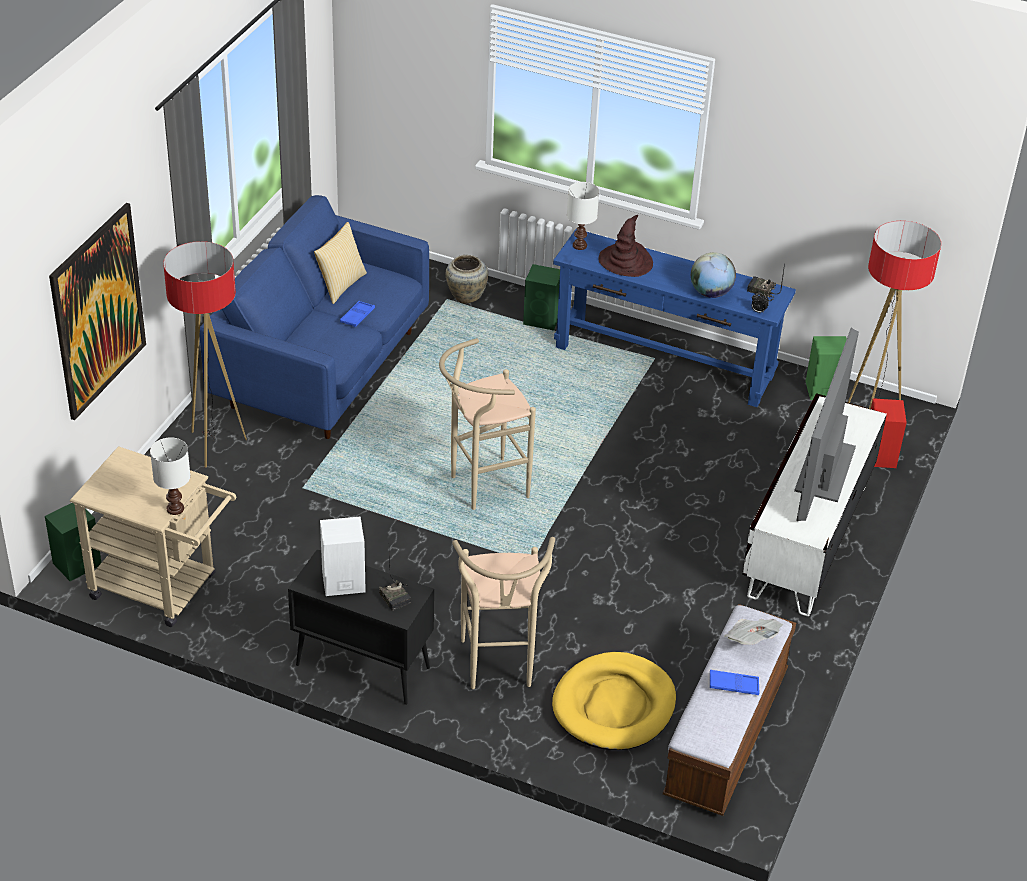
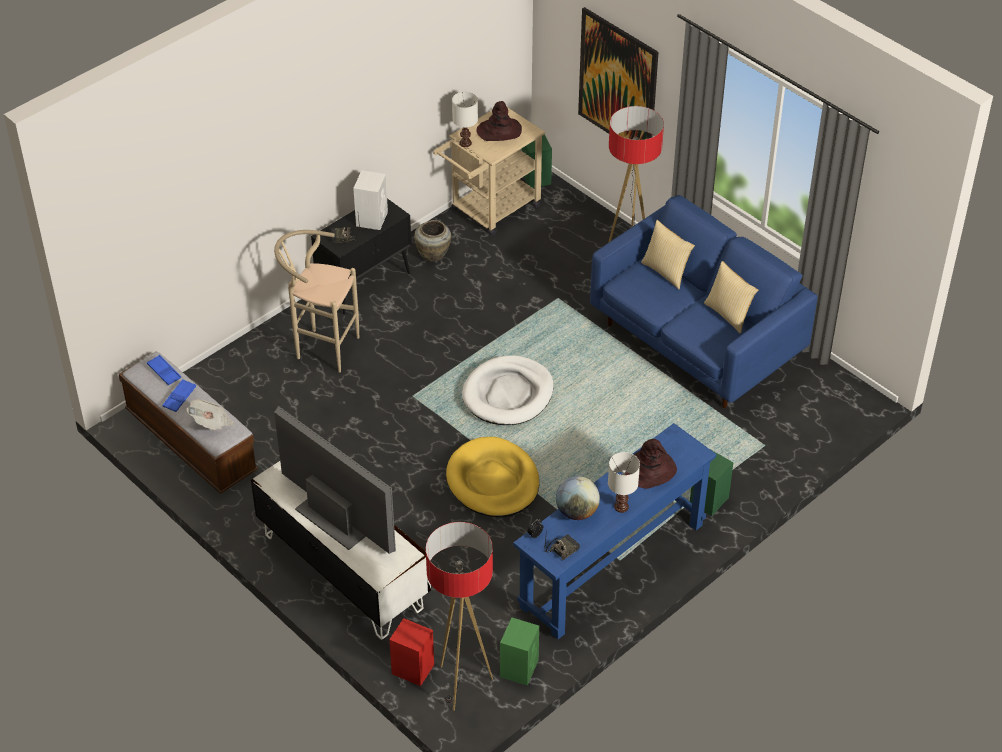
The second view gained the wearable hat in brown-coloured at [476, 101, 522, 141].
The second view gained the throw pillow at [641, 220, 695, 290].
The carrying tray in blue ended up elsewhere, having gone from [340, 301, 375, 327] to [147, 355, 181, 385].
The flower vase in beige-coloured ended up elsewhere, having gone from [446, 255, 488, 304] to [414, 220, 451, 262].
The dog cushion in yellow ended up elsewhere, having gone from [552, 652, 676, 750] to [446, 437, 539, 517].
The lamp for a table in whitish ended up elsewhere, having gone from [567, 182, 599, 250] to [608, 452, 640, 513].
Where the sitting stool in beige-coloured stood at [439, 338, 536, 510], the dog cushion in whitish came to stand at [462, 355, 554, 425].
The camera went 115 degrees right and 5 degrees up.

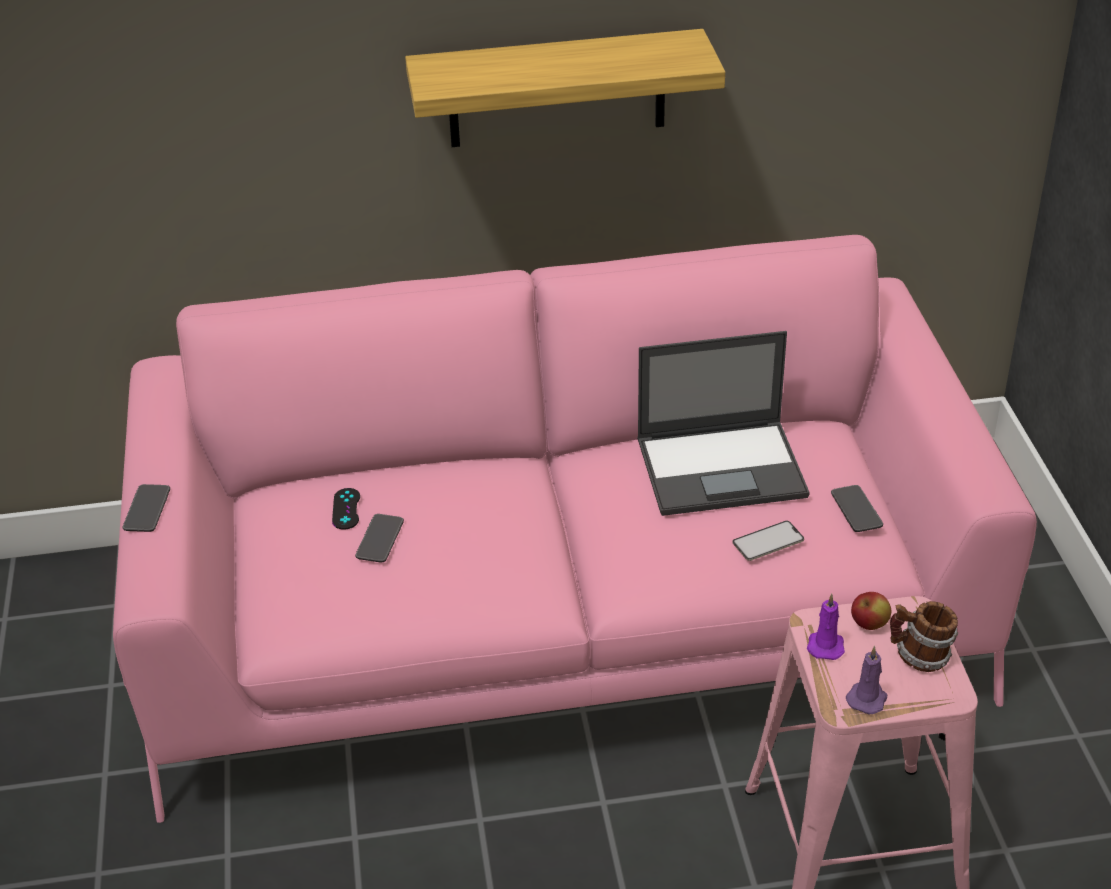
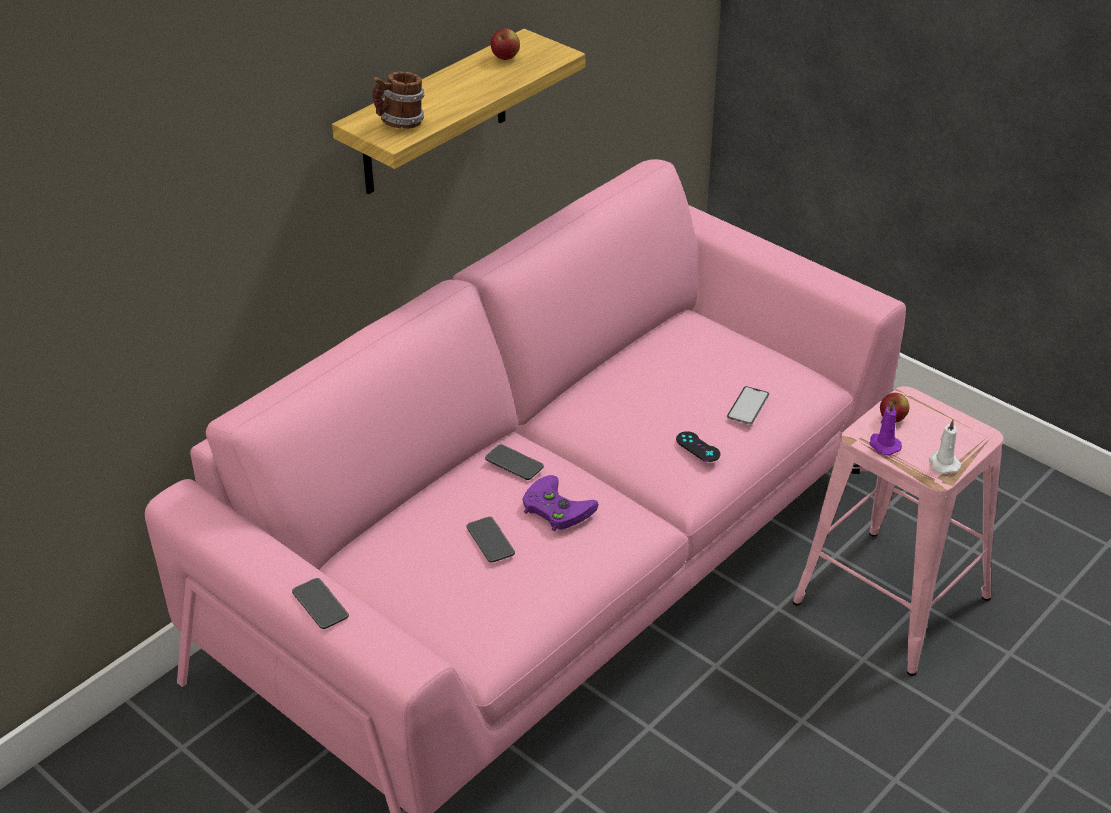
The second view lost the portable computer at [637, 331, 810, 516].
The second view gained the whole apple at [491, 29, 520, 60].
The second view gained the gamepad in purplish at [522, 475, 599, 531].
The gamepad in black-coloured ended up elsewhere, having gone from [332, 488, 360, 530] to [676, 431, 720, 462].
The phone ended up elsewhere, having gone from [831, 485, 883, 532] to [485, 444, 544, 480].
The coffee mug ended up elsewhere, having gone from [890, 601, 958, 672] to [372, 71, 424, 129].
What was the wax candle in purplish at [846, 646, 887, 714] turned into the wax candle in whitish at [929, 419, 961, 474].
The camera went 40 degrees left and 0 degrees up.

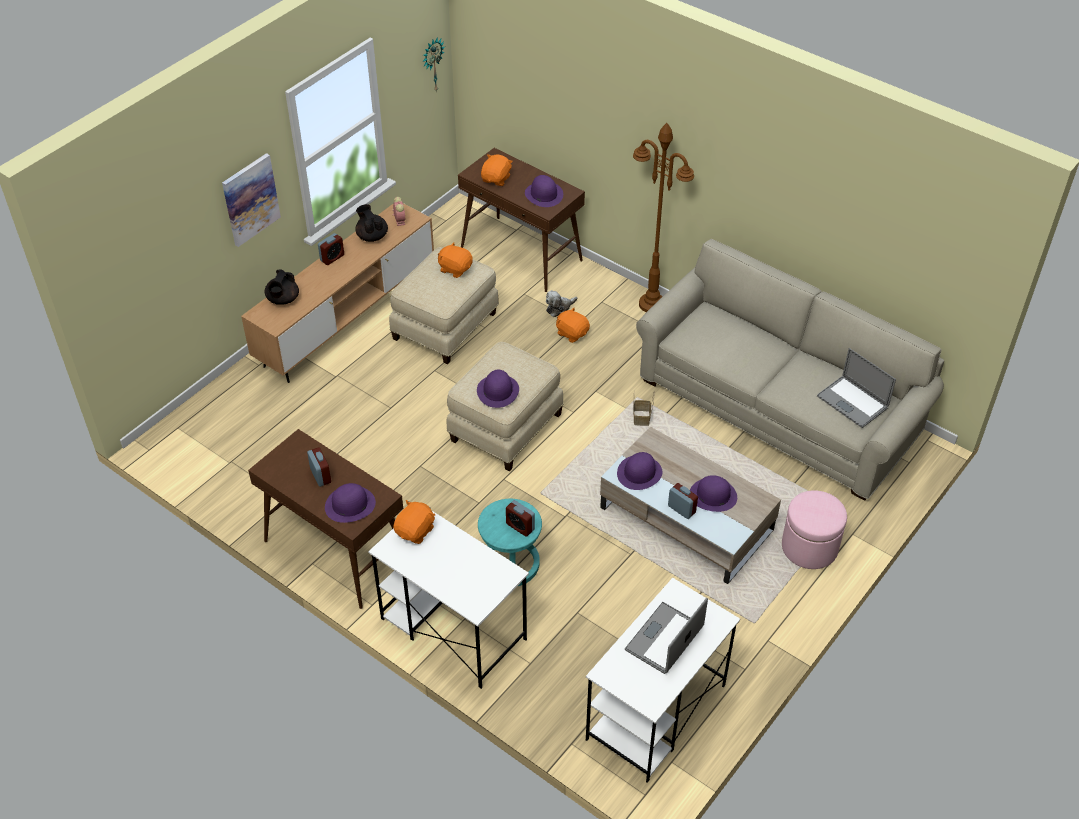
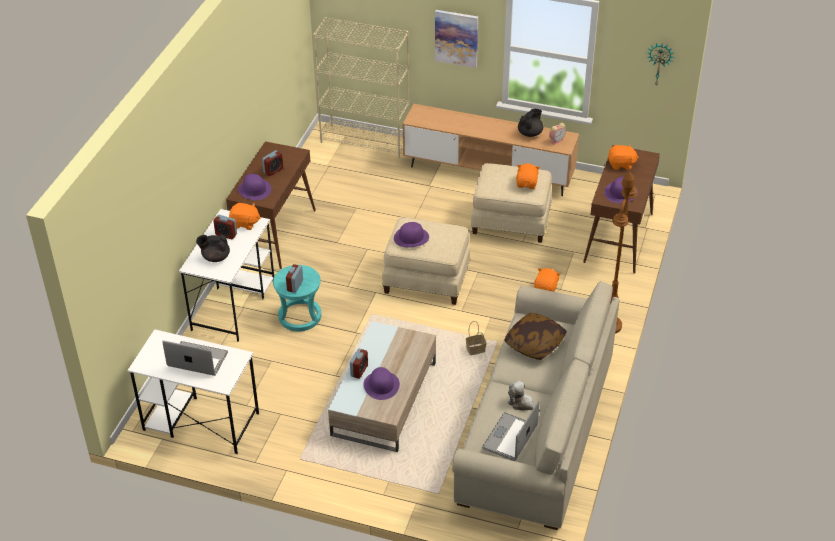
The second view lost the wearable hat in purplish at [617, 452, 663, 490].
The second view lost the footrest in pinkish at [782, 490, 847, 569].
The second view gained the bookshelf in beige-coloured at [313, 17, 409, 158].
The second view gained the throw pillow at [504, 313, 567, 360].
The pot for tea in black-coloured ended up elsewhere, having gone from [265, 270, 299, 305] to [196, 234, 230, 262].
The table clock ended up elsewhere, having gone from [318, 233, 344, 265] to [213, 215, 237, 239].
The cuddly toy ended up elsewhere, having gone from [546, 290, 578, 317] to [508, 381, 541, 412].
The camera went 70 degrees right and 5 degrees down.

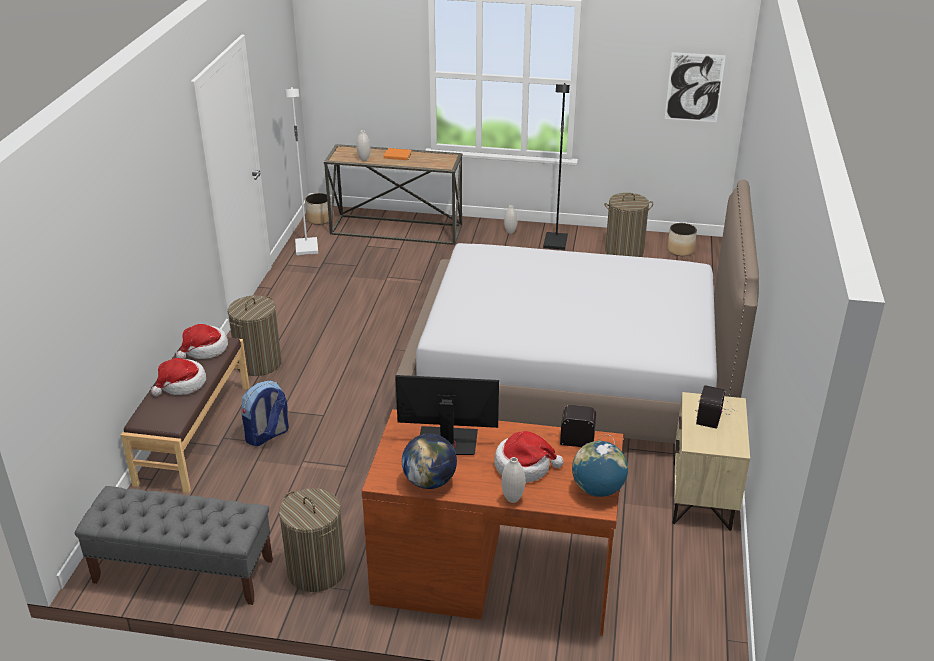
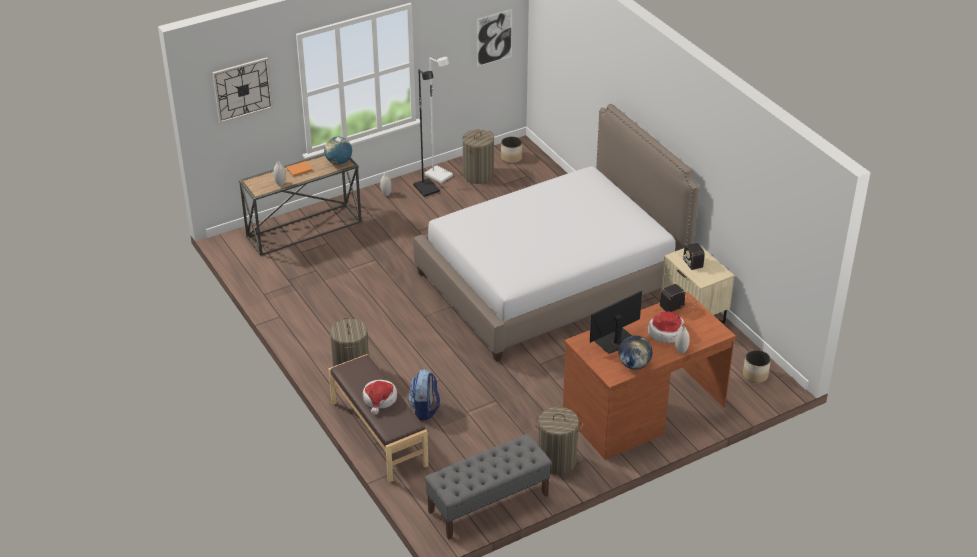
The second view lost the wearable hat at [176, 324, 228, 359].
The second view gained the hanging clock at [212, 57, 273, 124].
The standard lamp in whitish ended up elsewhere, having gone from [285, 87, 318, 256] to [424, 57, 453, 183].
The flower pot ended up elsewhere, having gone from [305, 193, 331, 225] to [743, 350, 771, 383].
The globe ended up elsewhere, having gone from [572, 441, 628, 497] to [324, 137, 352, 165].
The camera went 40 degrees left and 5 degrees up.

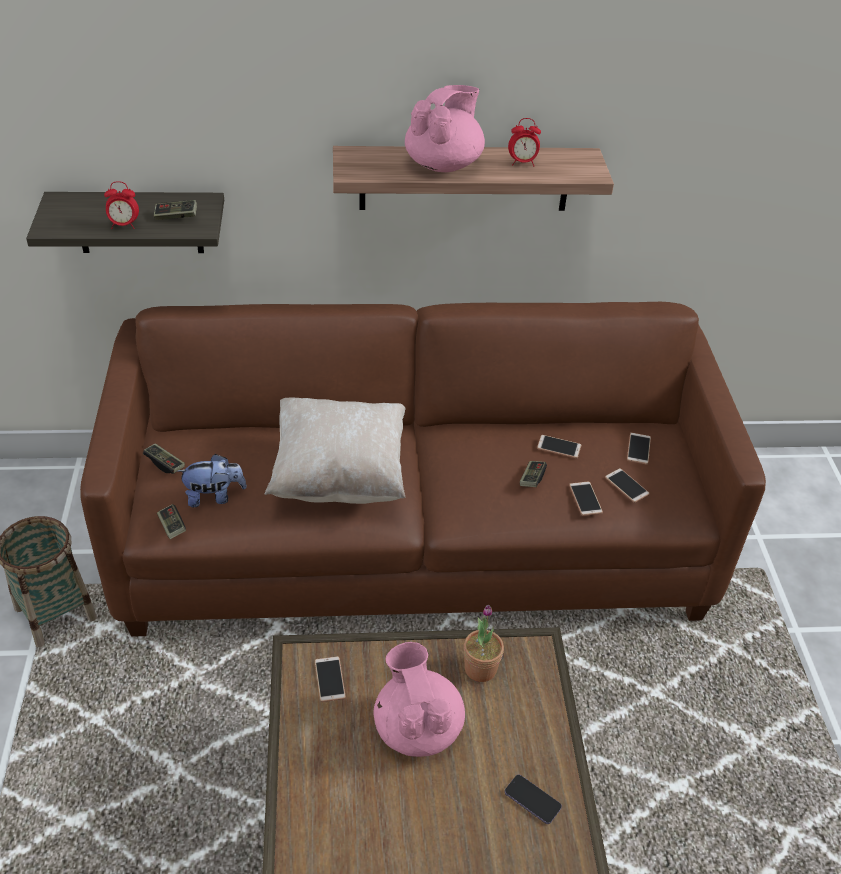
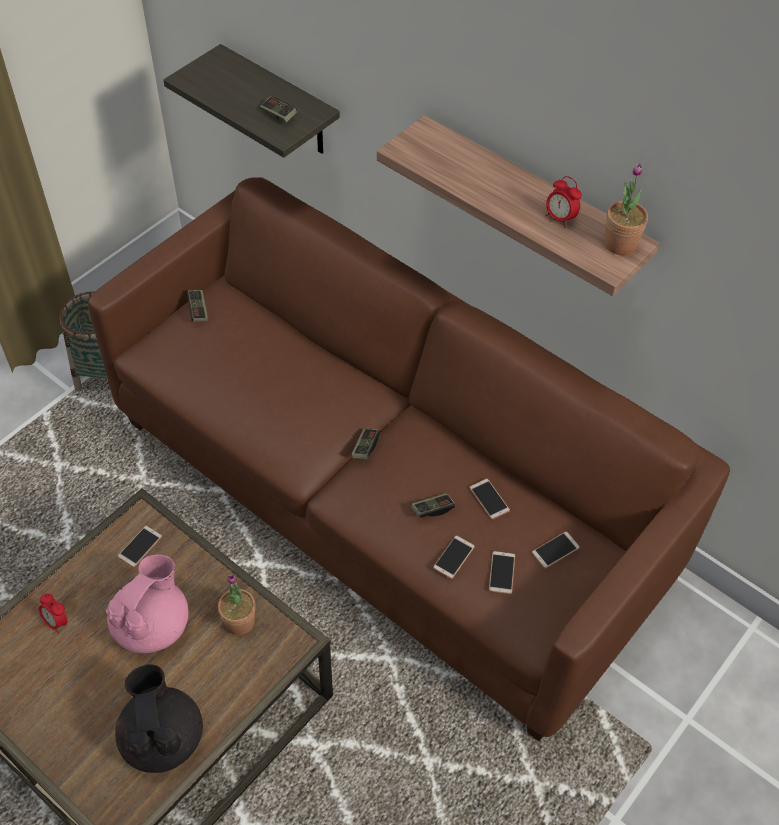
The second view lost the cuddly toy at [177, 454, 247, 507].
The second view lost the throw pillow in beige-coloured at [264, 397, 406, 504].
The second view lost the pot for tea in pinkish at [405, 85, 485, 172].
The second view gained the plant in a pot at [604, 163, 648, 255].
The table clock ended up elsewhere, having gone from [104, 181, 139, 229] to [39, 594, 68, 634].
The gamepad ended up elsewhere, having gone from [157, 504, 186, 539] to [352, 428, 380, 459].
Where the phone stood at [505, 775, 562, 824], the pot for tea in black-coloured came to stand at [115, 664, 203, 773].
The camera went 45 degrees right and 10 degrees up.

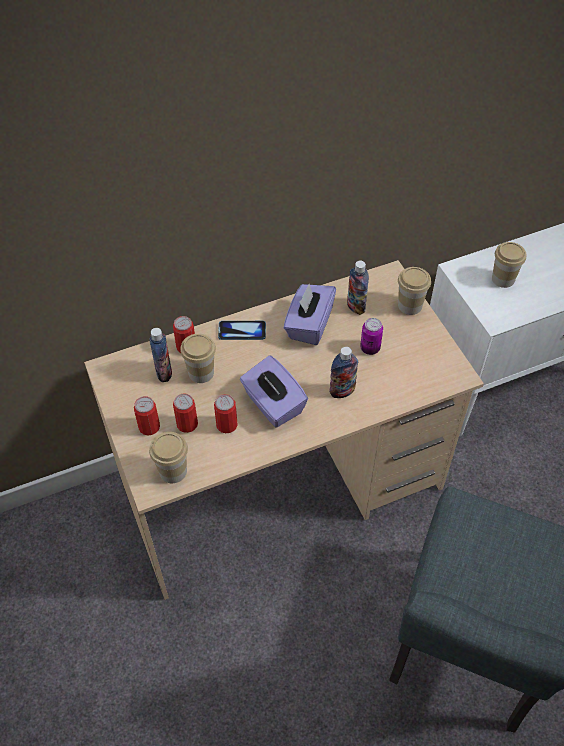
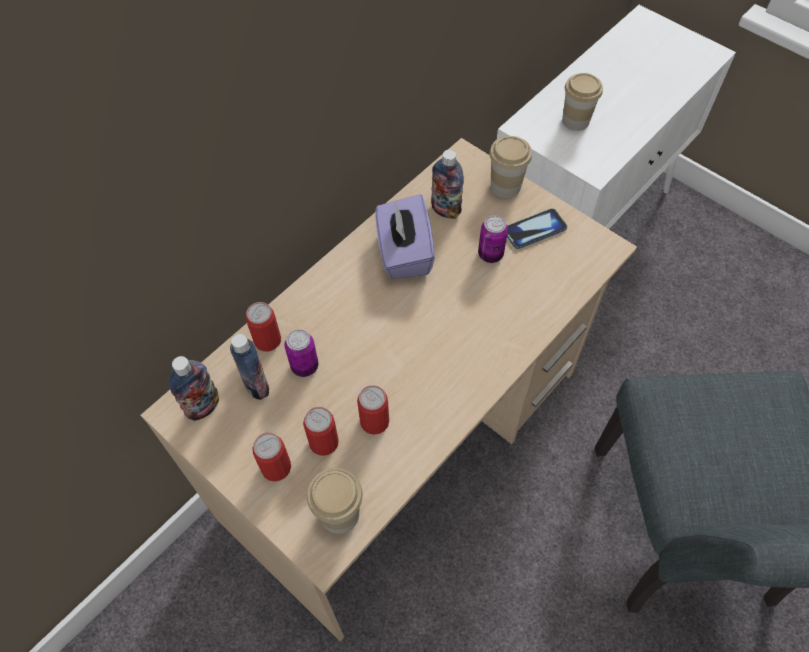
The second view lost the tissue holder in purplish at [240, 355, 308, 428].
The phone ended up elsewhere, having gone from [218, 321, 266, 340] to [507, 208, 567, 249].
The beverage bottle ended up elsewhere, having gone from [329, 347, 358, 398] to [170, 356, 219, 421].
Where the small cup stood at [180, 334, 216, 383], the metal can came to stand at [284, 329, 319, 377].
The camera went 25 degrees left and 5 degrees up.

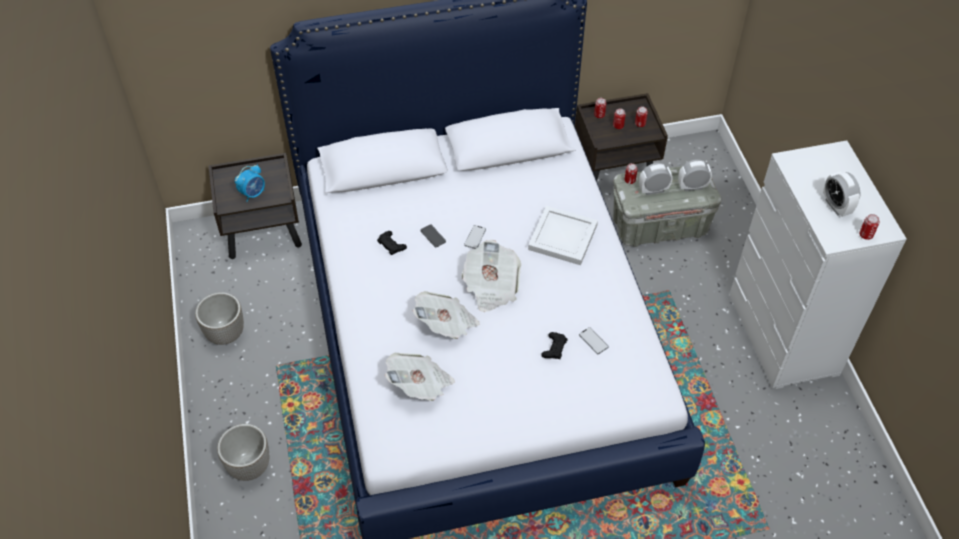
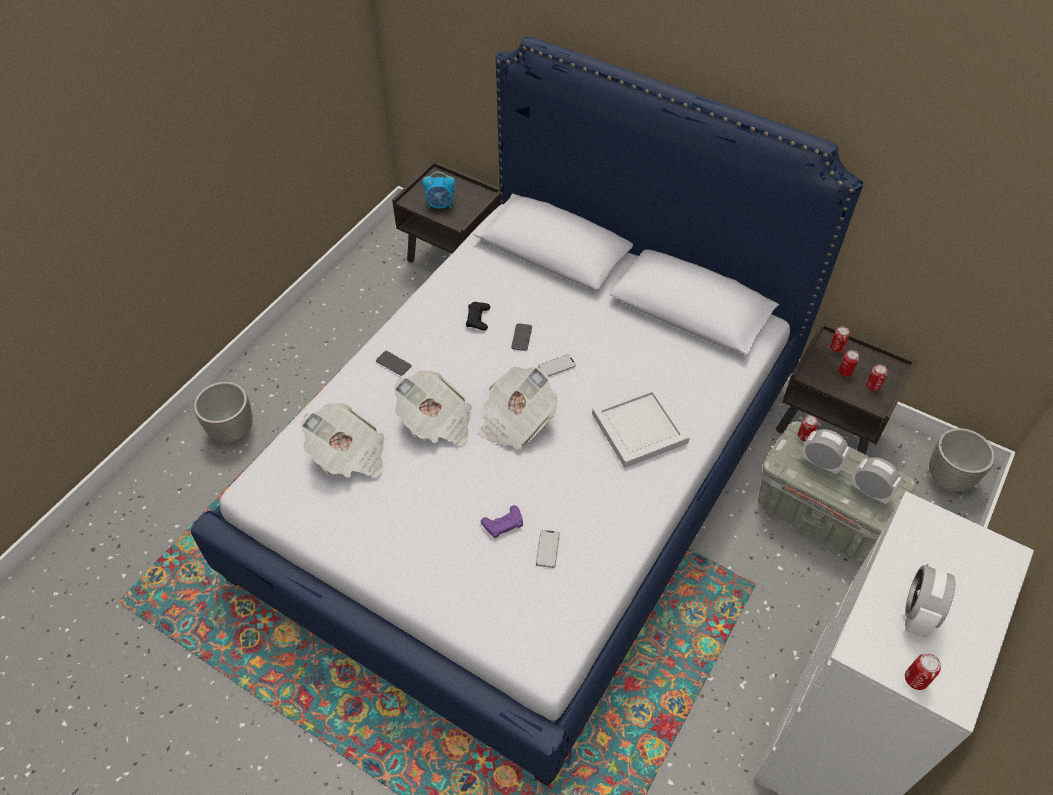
The second view gained the phone at [376, 351, 412, 376].
The flower pot ended up elsewhere, having gone from [195, 292, 244, 345] to [929, 428, 995, 492].
What was the gamepad in black-coloured at [541, 332, 568, 359] turned into the gamepad in purplish at [481, 505, 523, 538].
The camera went 45 degrees right and 0 degrees up.

